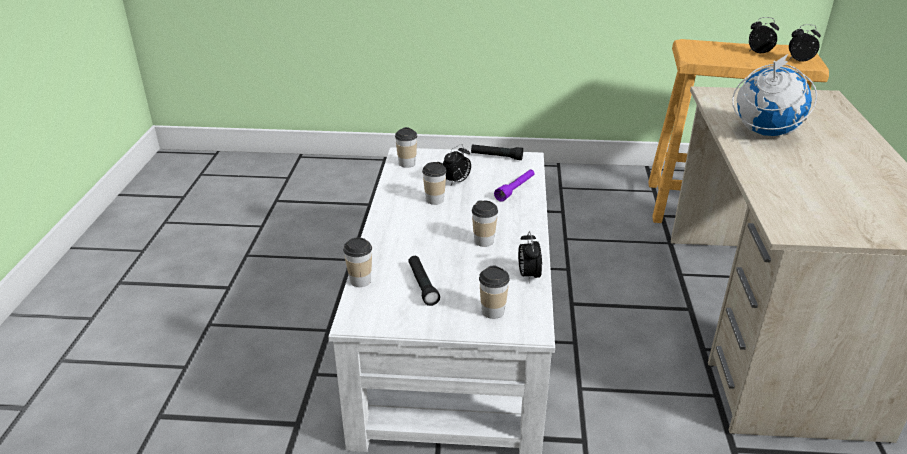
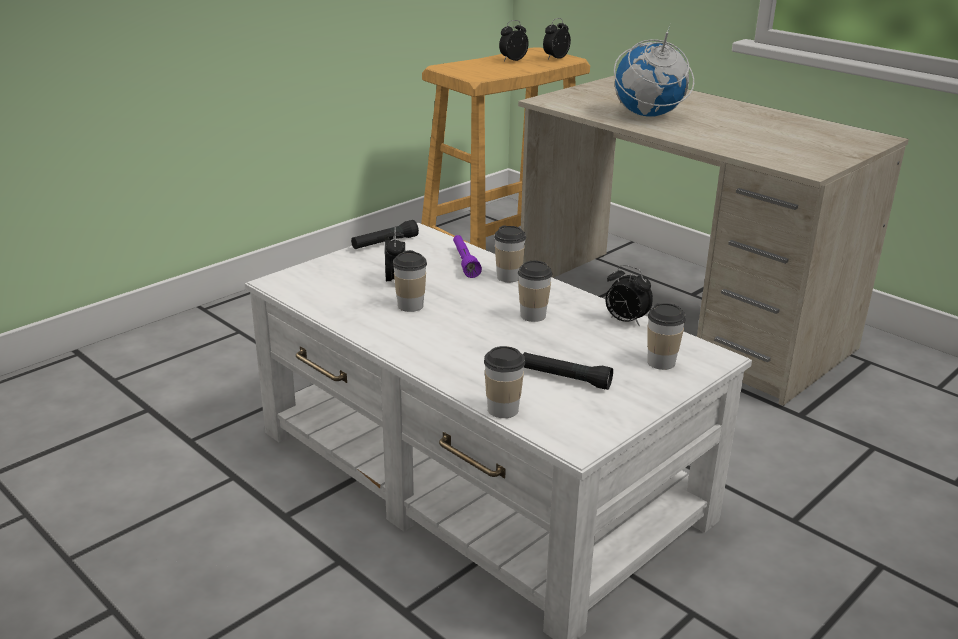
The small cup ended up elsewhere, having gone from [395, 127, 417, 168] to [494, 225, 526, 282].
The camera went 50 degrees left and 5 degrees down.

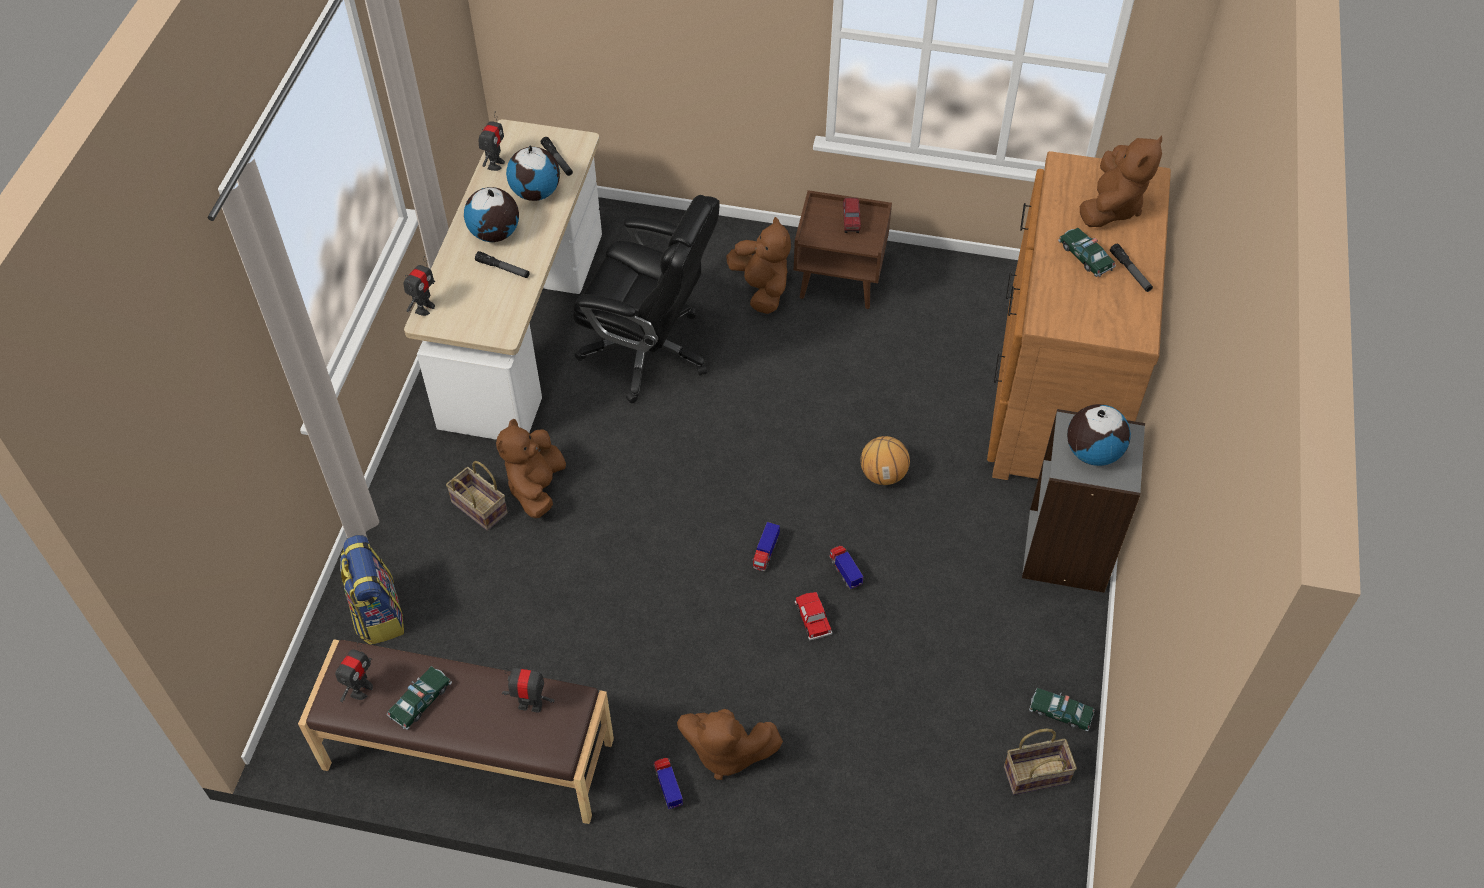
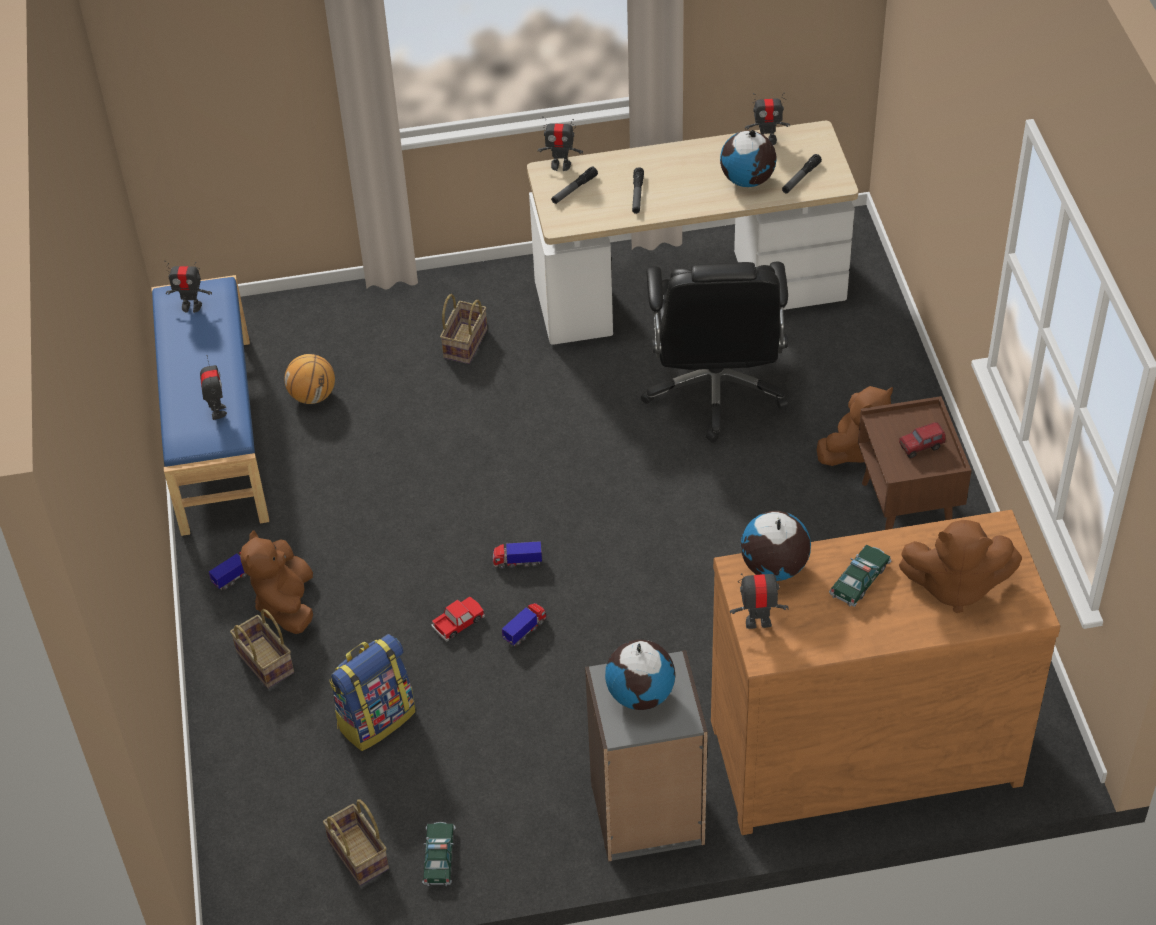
The second view lost the model car at [387, 666, 452, 730].
The second view lost the cuddly toy in brown-coloured at [496, 419, 566, 518].
The second view gained the storage basket at [230, 609, 294, 689].
The second view gained the model robot at [730, 569, 789, 629].
The rucksack ended up elsewhere, having gone from [340, 535, 404, 645] to [329, 634, 416, 751].
The globe ended up elsewhere, having gone from [464, 187, 519, 242] to [741, 511, 811, 581].
The ball for basketball ended up elsewhere, having gone from [861, 436, 910, 485] to [285, 354, 335, 404].
The flashlight ended up elsewhere, having gone from [1110, 244, 1153, 292] to [551, 166, 598, 204].
What was the bench in brown-coloured at [298, 639, 614, 824] turned into the bench in blue at [151, 275, 269, 536].
The camera went 70 degrees right and 5 degrees down.

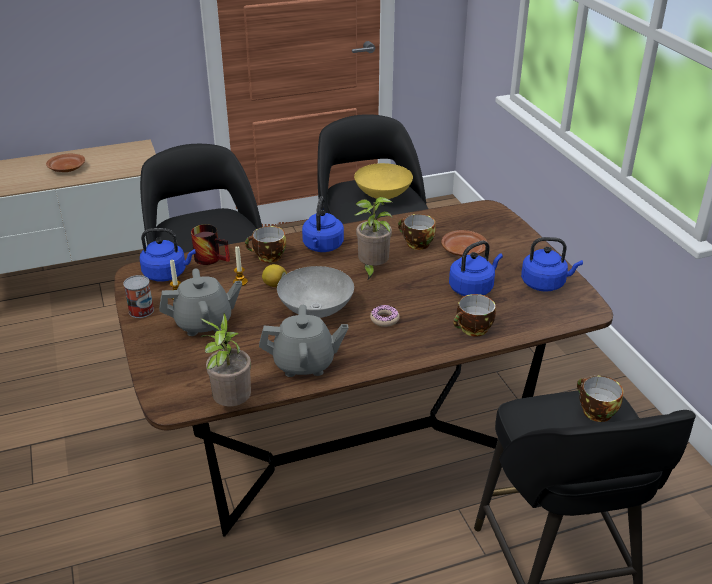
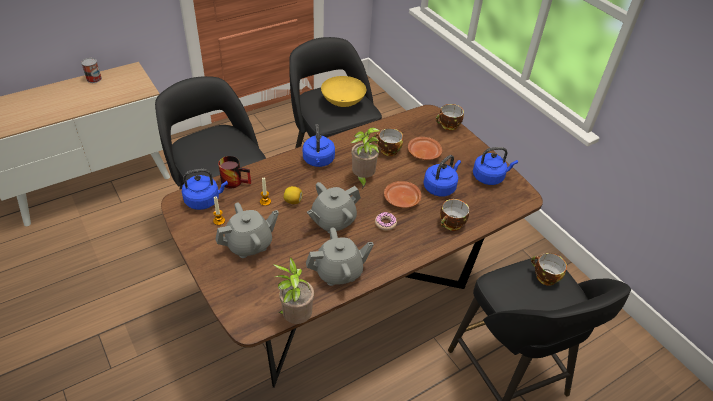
The dinner plate in brown-coloured ended up elsewhere, having gone from [46, 153, 85, 172] to [384, 181, 421, 208].
The metal can ended up elsewhere, having gone from [123, 275, 154, 318] to [81, 58, 102, 83].
The small cup ended up elsewhere, having gone from [245, 226, 286, 263] to [436, 104, 464, 131].
Where the serving bowl in grey stood at [277, 266, 354, 318], the pot for tea in grey came to stand at [307, 182, 361, 234].
The camera went 15 degrees left and 10 degrees up.

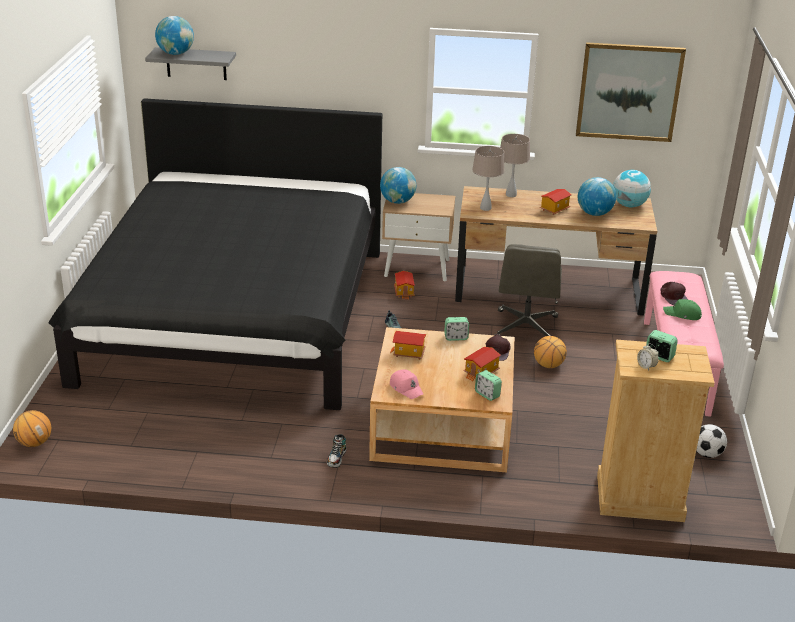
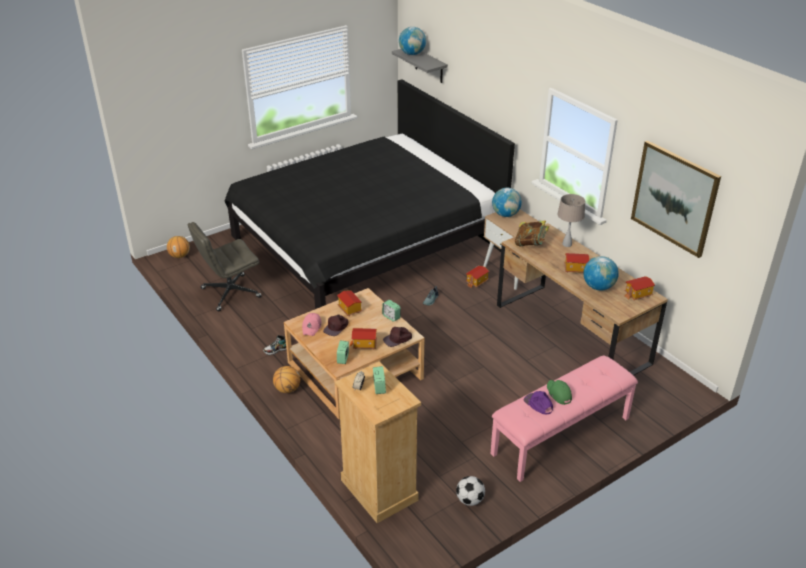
The second view gained the peaked cap in purplish at [524, 391, 553, 414].
The computer chair in grey ended up elsewhere, having gone from [494, 244, 562, 336] to [188, 222, 261, 311].
The ball for basketball ended up elsewhere, having gone from [534, 336, 567, 368] to [273, 366, 300, 393].
The peaked cap in brown-coloured ended up elsewhere, having gone from [661, 282, 688, 305] to [323, 315, 349, 336].
Where the lamp for a table in beige-coloured stood at [472, 146, 505, 211], the book came to stand at [515, 221, 549, 246].
Where the globe stood at [613, 170, 651, 207], the toy house came to stand at [624, 276, 655, 301].
The camera went 50 degrees right and 5 degrees up.

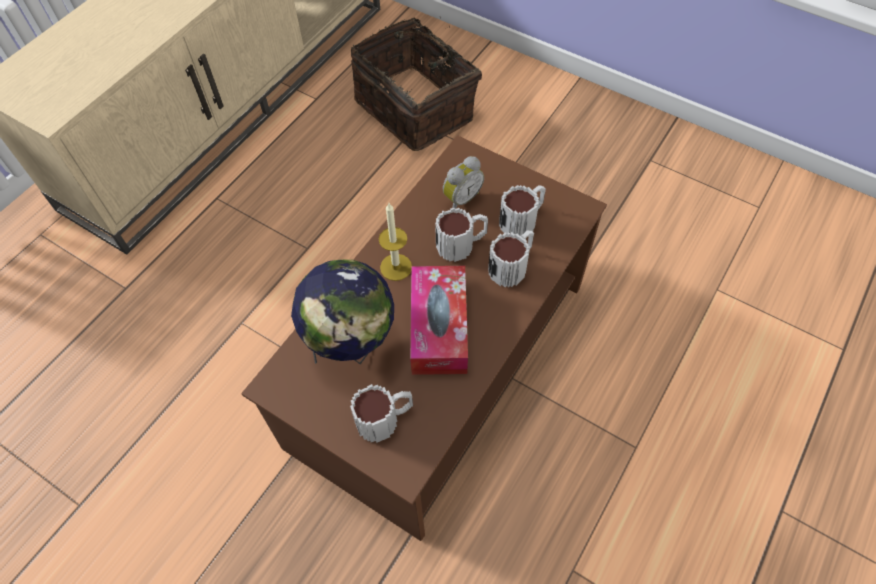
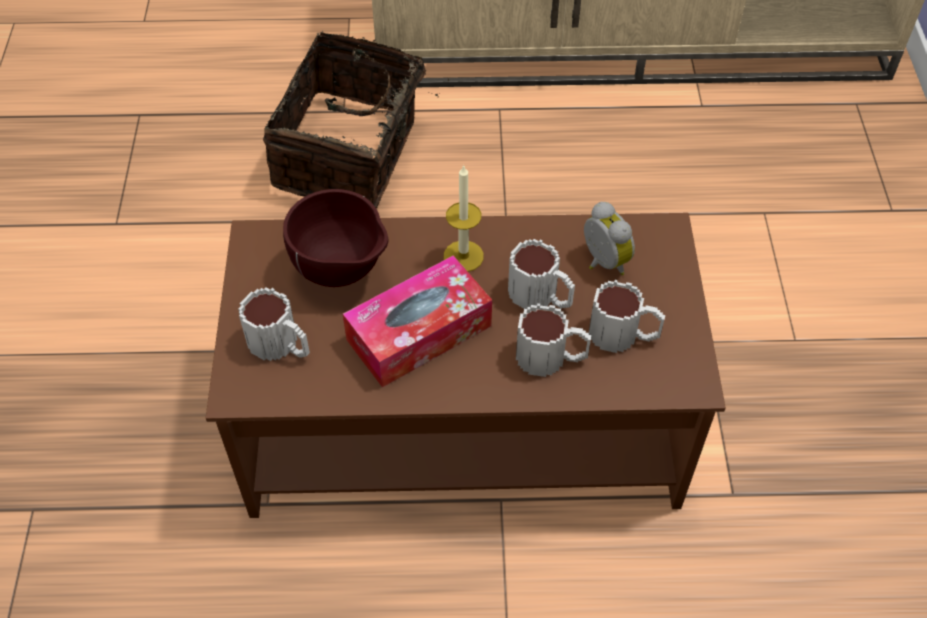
The storage basket ended up elsewhere, having gone from [351, 16, 482, 151] to [263, 31, 449, 208].
Where the globe stood at [291, 260, 394, 364], the serving bowl in brown-coloured came to stand at [283, 189, 388, 287].
The table clock at [443, 156, 484, 209] ended up facing another way, 135 degrees counterclockwise from before.
The camera went 55 degrees right and 5 degrees down.

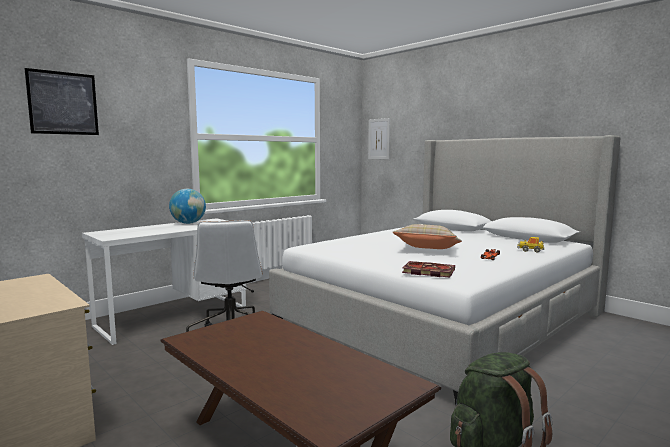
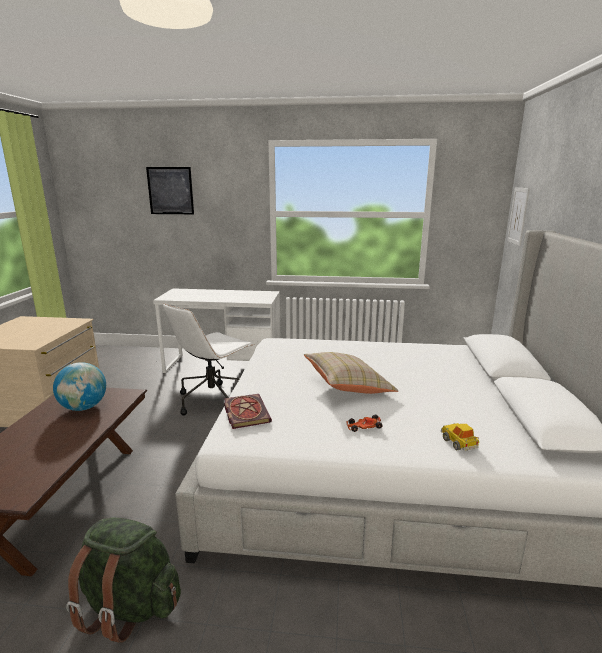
The globe ended up elsewhere, having gone from [169, 189, 206, 224] to [53, 362, 106, 411].
The camera went 50 degrees right and 10 degrees up.

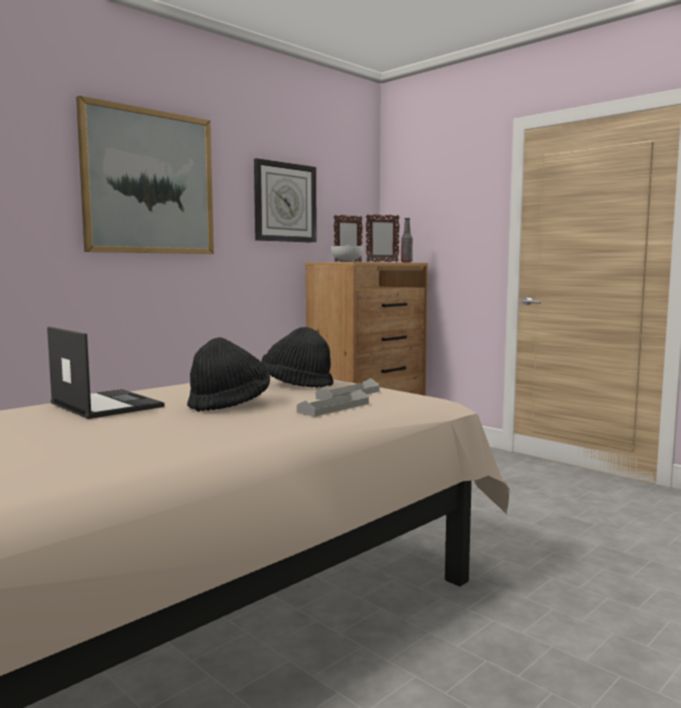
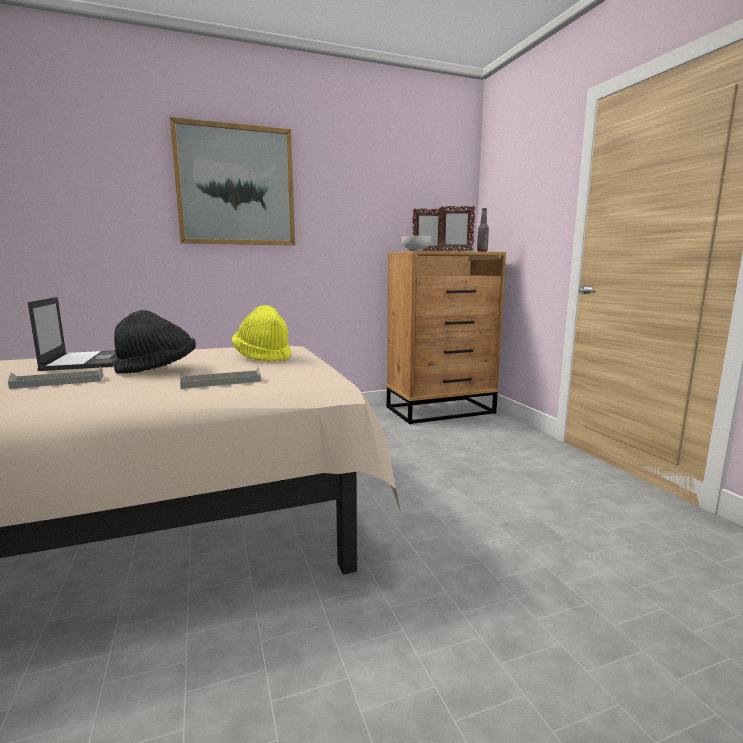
The second view lost the hanging clock at [254, 158, 317, 243].
The carrying tray in grey ended up elsewhere, having gone from [316, 378, 380, 400] to [8, 366, 103, 389].
What was the wearable hat in black-coloured at [261, 327, 334, 388] turned into the wearable hat in yellow at [232, 305, 291, 362].
The camera went 25 degrees right and 5 degrees up.

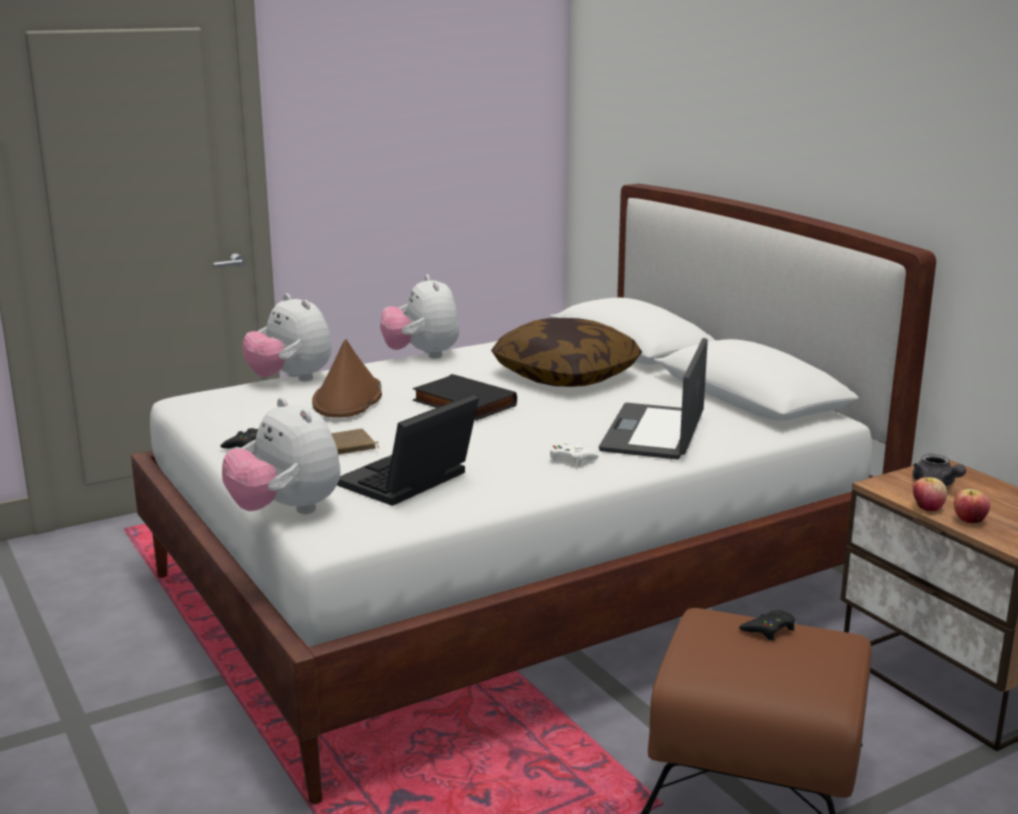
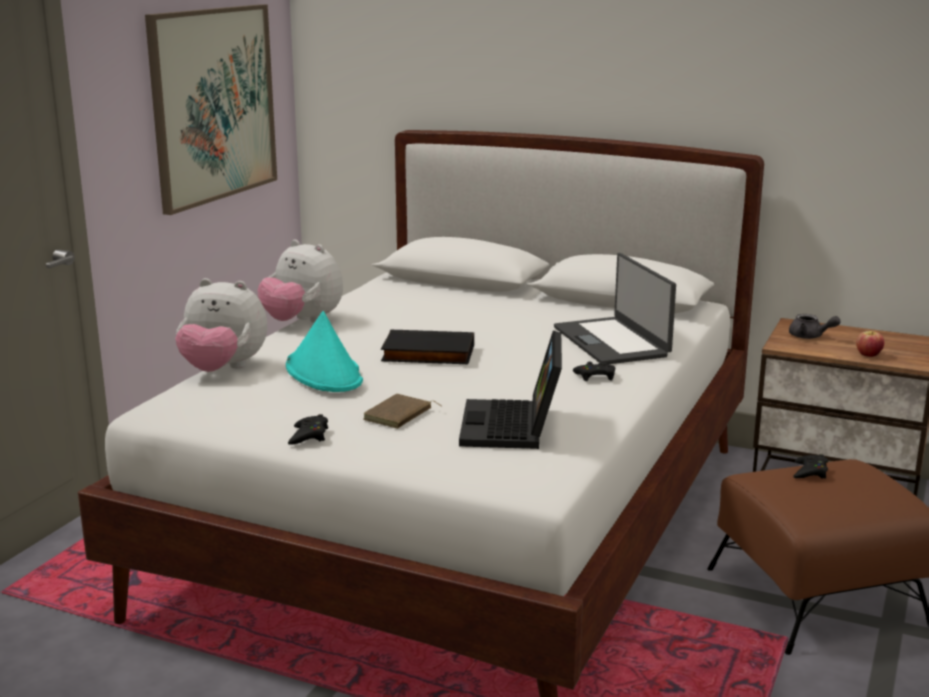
The second view lost the cuddly toy at [222, 397, 340, 514].
The second view lost the throw pillow at [491, 318, 642, 387].
The second view lost the whole apple at [913, 475, 947, 511].
The second view gained the wall art at [145, 4, 277, 215].
What was the wearable hat in brown-coloured at [312, 339, 382, 418] turned into the wearable hat in blue-green at [286, 311, 363, 392].
What was the gamepad in whitish at [550, 442, 598, 466] turned into the gamepad in black-coloured at [573, 362, 615, 381].
The camera went 35 degrees left and 0 degrees up.

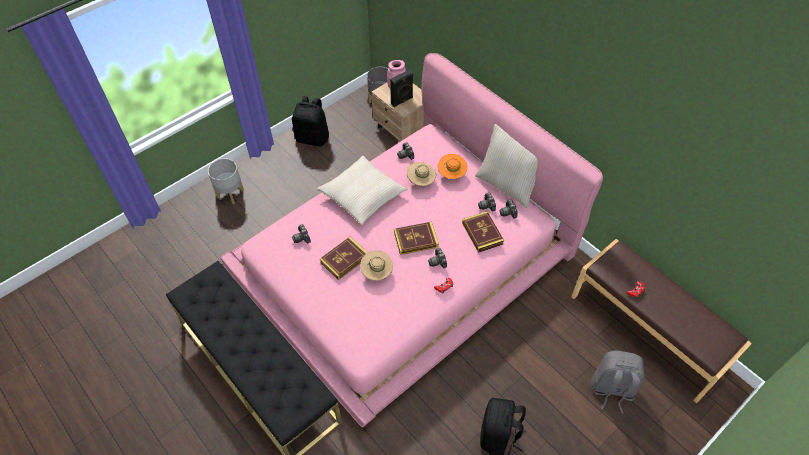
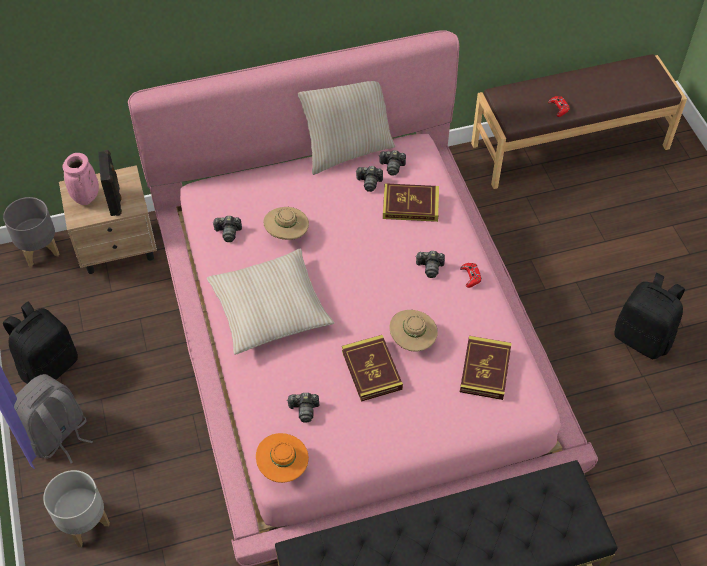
The book ended up elsewhere, having gone from [394, 222, 439, 255] to [460, 336, 511, 400].
The wearable hat in orange ended up elsewhere, having gone from [438, 154, 467, 179] to [256, 433, 309, 483].
The rucksack in grey ended up elsewhere, having gone from [591, 350, 644, 413] to [14, 374, 93, 463].
The camera went 65 degrees left and 0 degrees up.

